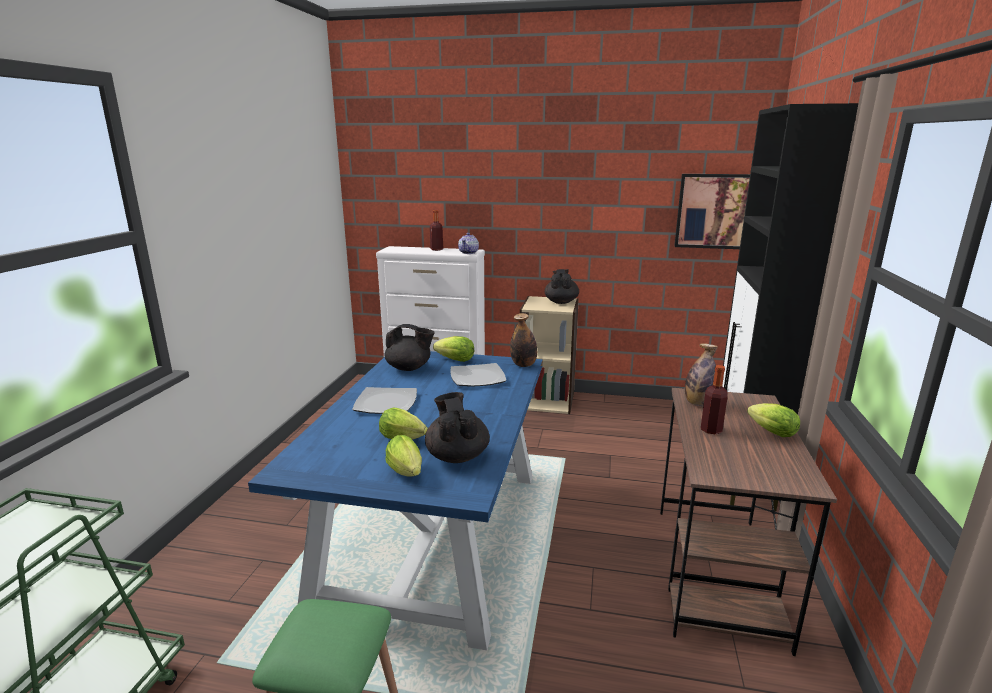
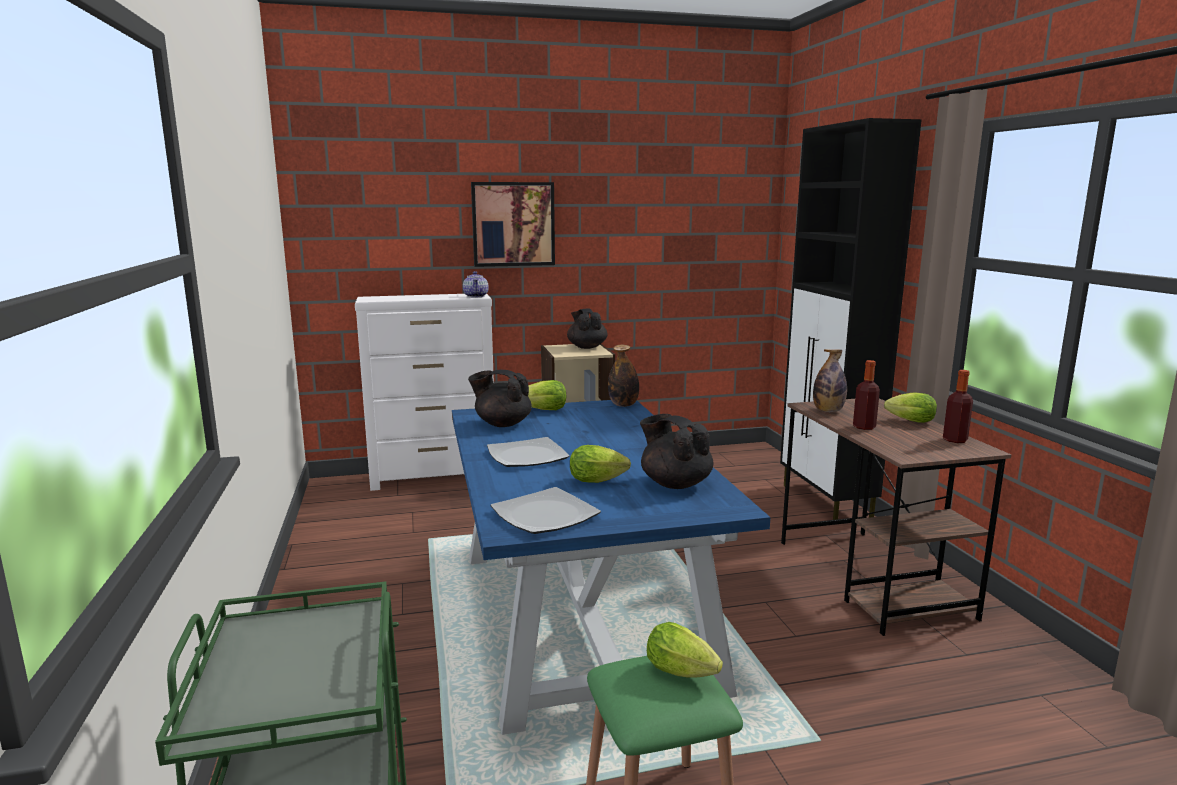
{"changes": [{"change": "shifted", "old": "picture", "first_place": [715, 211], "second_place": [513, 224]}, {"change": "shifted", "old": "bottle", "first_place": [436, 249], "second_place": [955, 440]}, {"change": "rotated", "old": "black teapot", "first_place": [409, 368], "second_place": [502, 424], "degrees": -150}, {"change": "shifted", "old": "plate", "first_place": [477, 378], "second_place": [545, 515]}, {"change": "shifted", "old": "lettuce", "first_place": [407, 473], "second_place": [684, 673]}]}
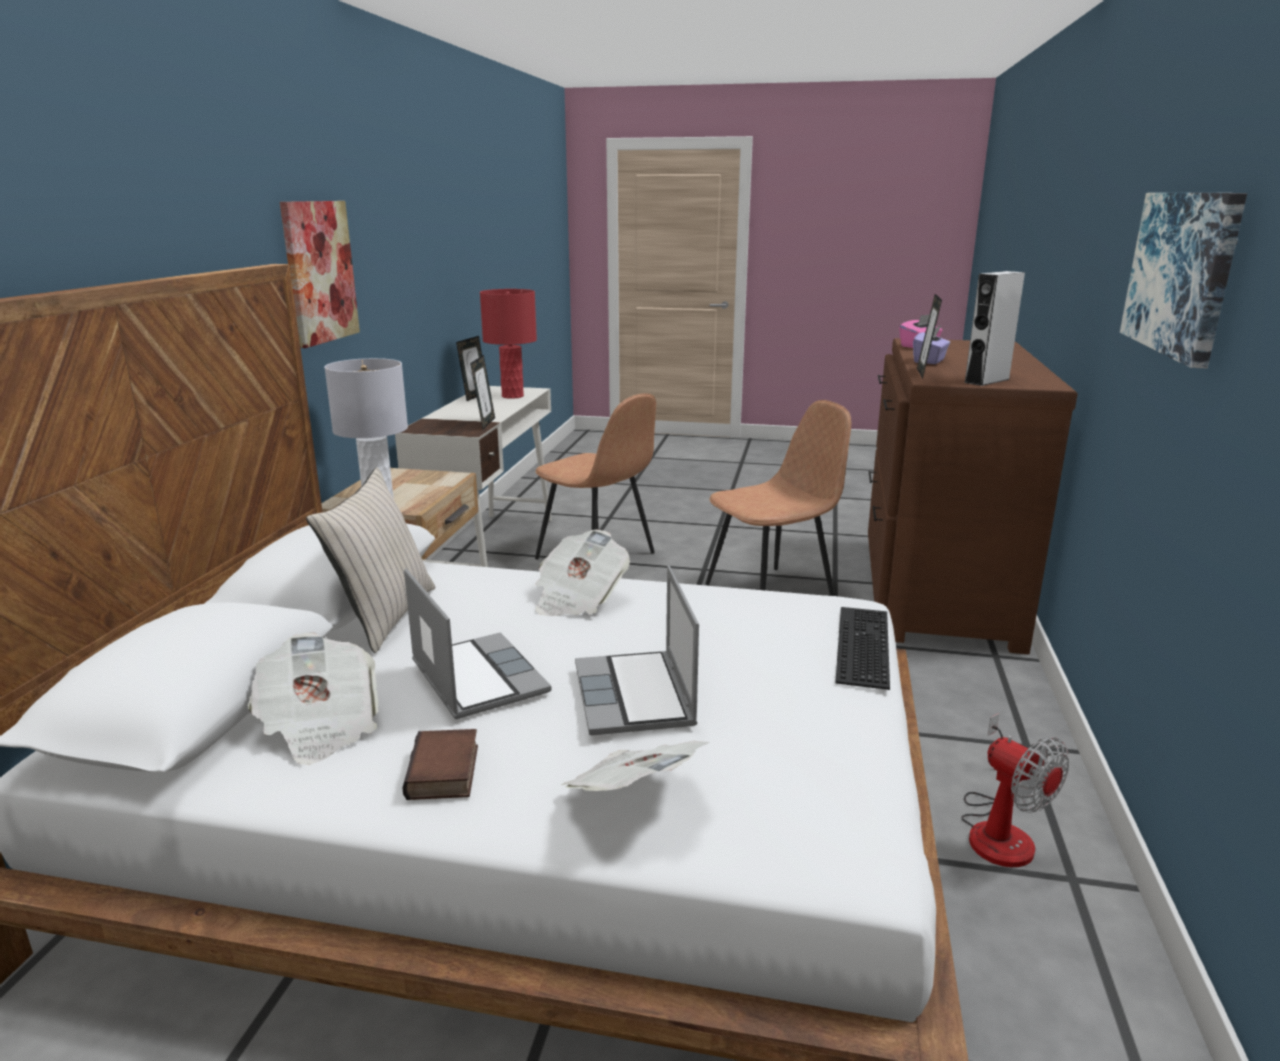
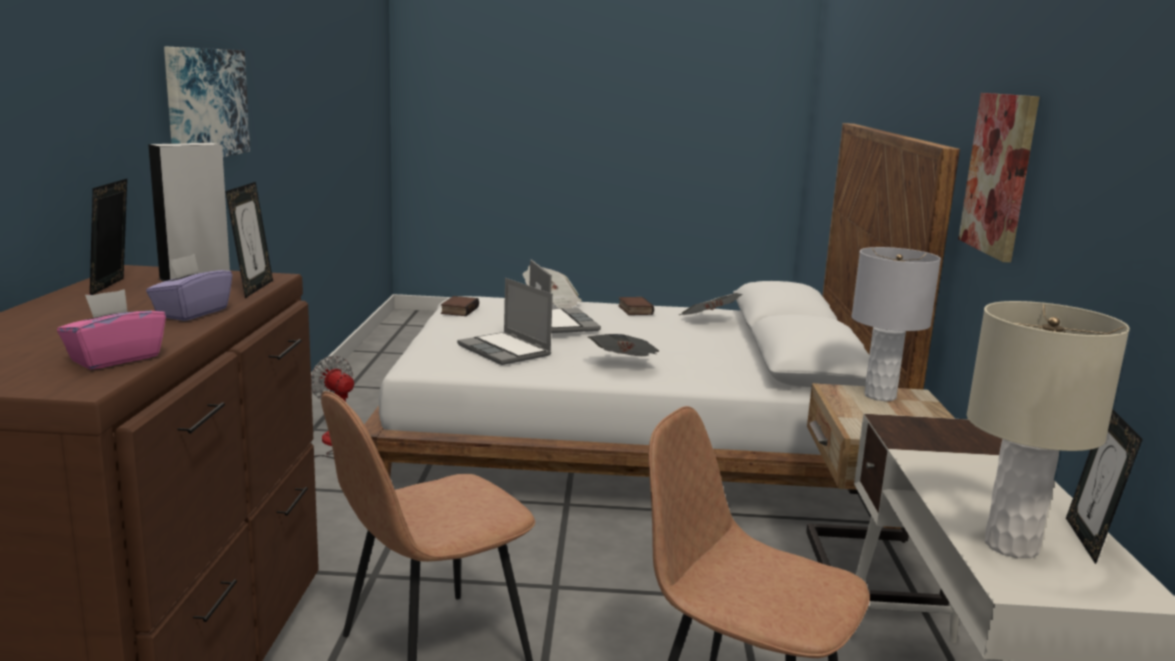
{"changes": [{"change": "repainted", "old": "red table lamp", "new": "beige table lamp", "first_place": [513, 396], "second_place": [1010, 546]}, {"change": "shifted", "old": "picture frame", "first_place": [485, 423], "second_place": [113, 287]}, {"change": "gone", "old": "beige pillow", "first_place": [383, 617]}, {"change": "shifted", "old": "laptop", "first_place": [476, 678], "second_place": [505, 351]}, {"change": "gone", "old": "keyboard", "first_place": [859, 644]}, {"change": "new", "new": "book", "second_place": [458, 310]}]}
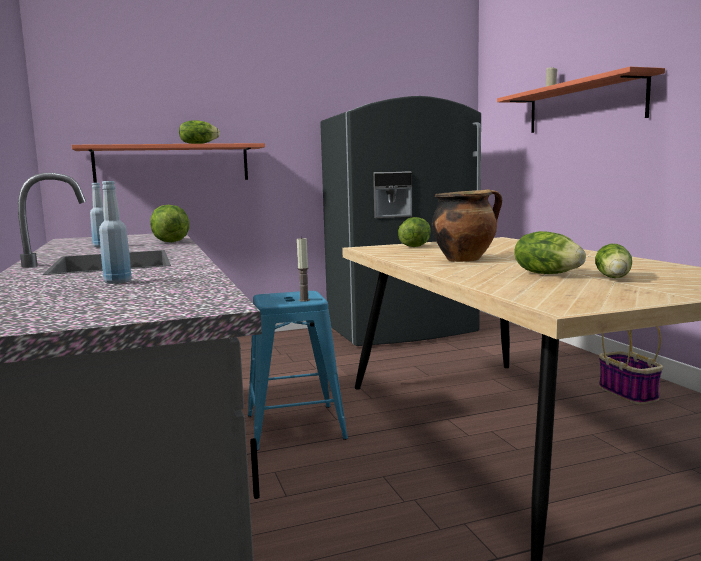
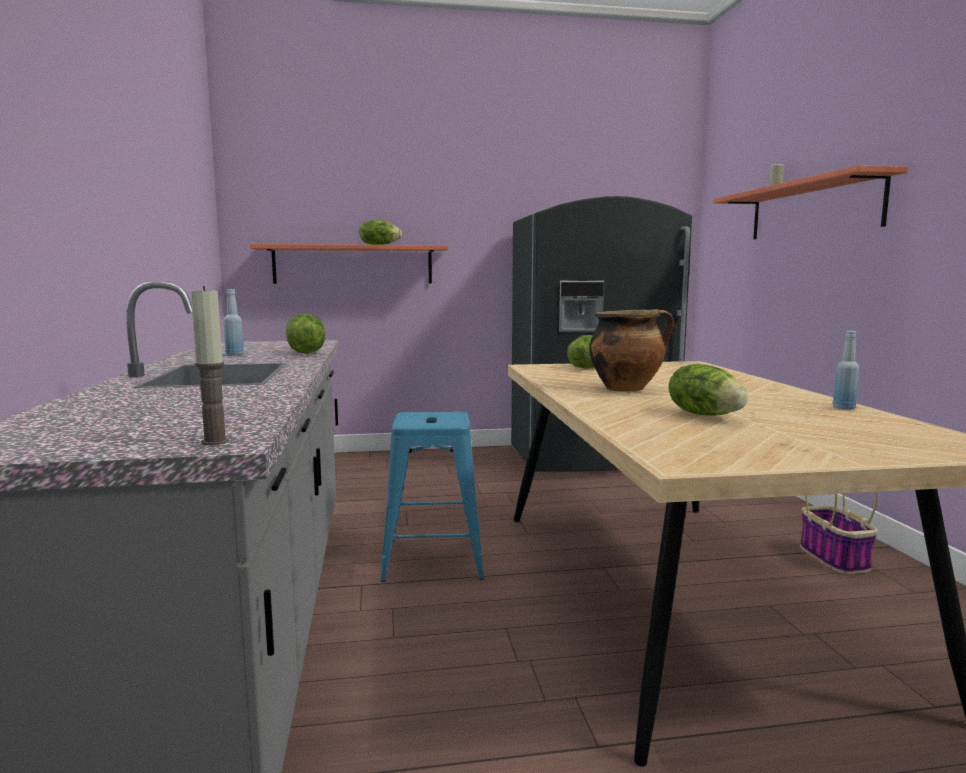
{"changes": [{"change": "shifted", "old": "blue bottle", "first_place": [117, 282], "second_place": [844, 408]}, {"change": "shifted", "old": "candle", "first_place": [304, 300], "second_place": [215, 442]}, {"change": "gone", "old": "lettuce", "first_place": [614, 278]}]}
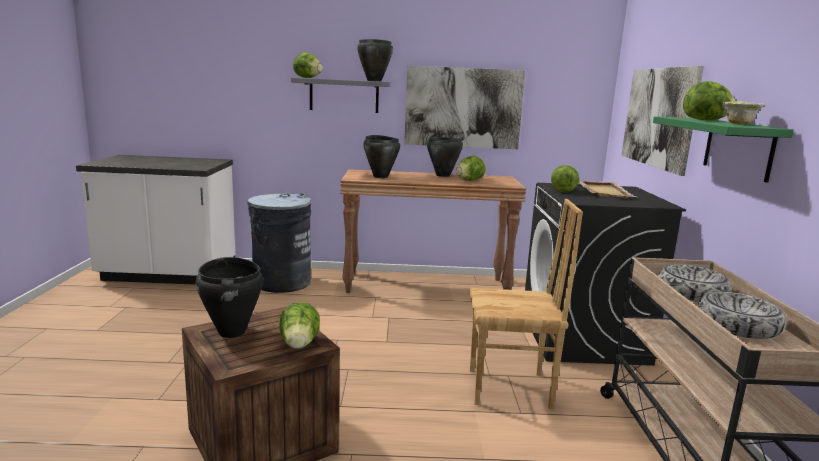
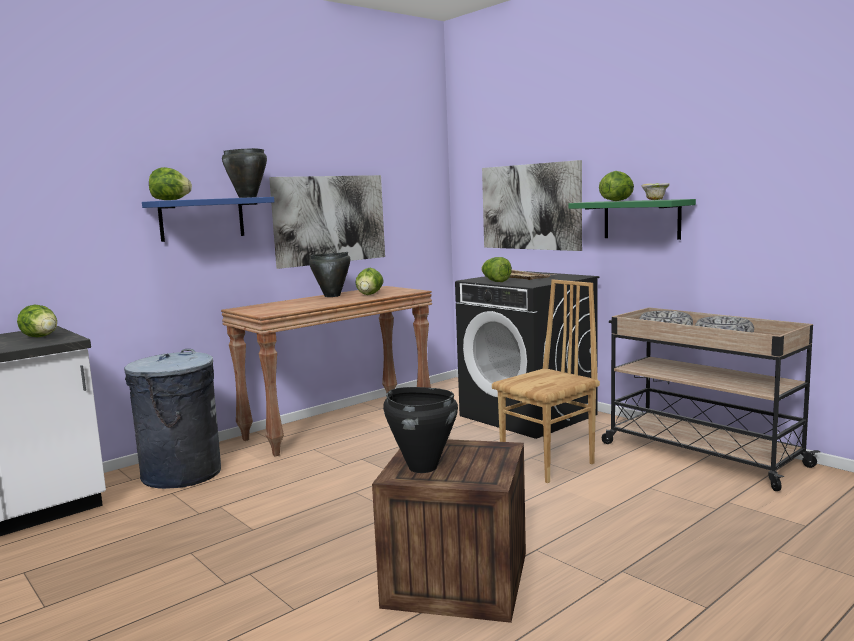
{"changes": [{"change": "repainted", "old": "grey shelf", "new": "blue shelf", "first_place": [344, 95], "second_place": [202, 219]}, {"change": "gone", "old": "black cooking pot", "first_place": [380, 176]}, {"change": "shifted", "old": "lettuce", "first_place": [299, 345], "second_place": [42, 337]}]}
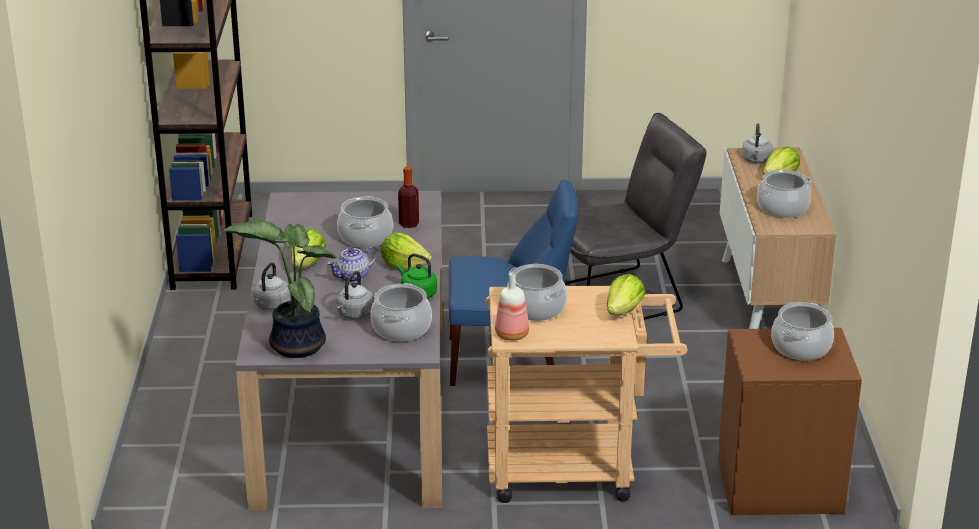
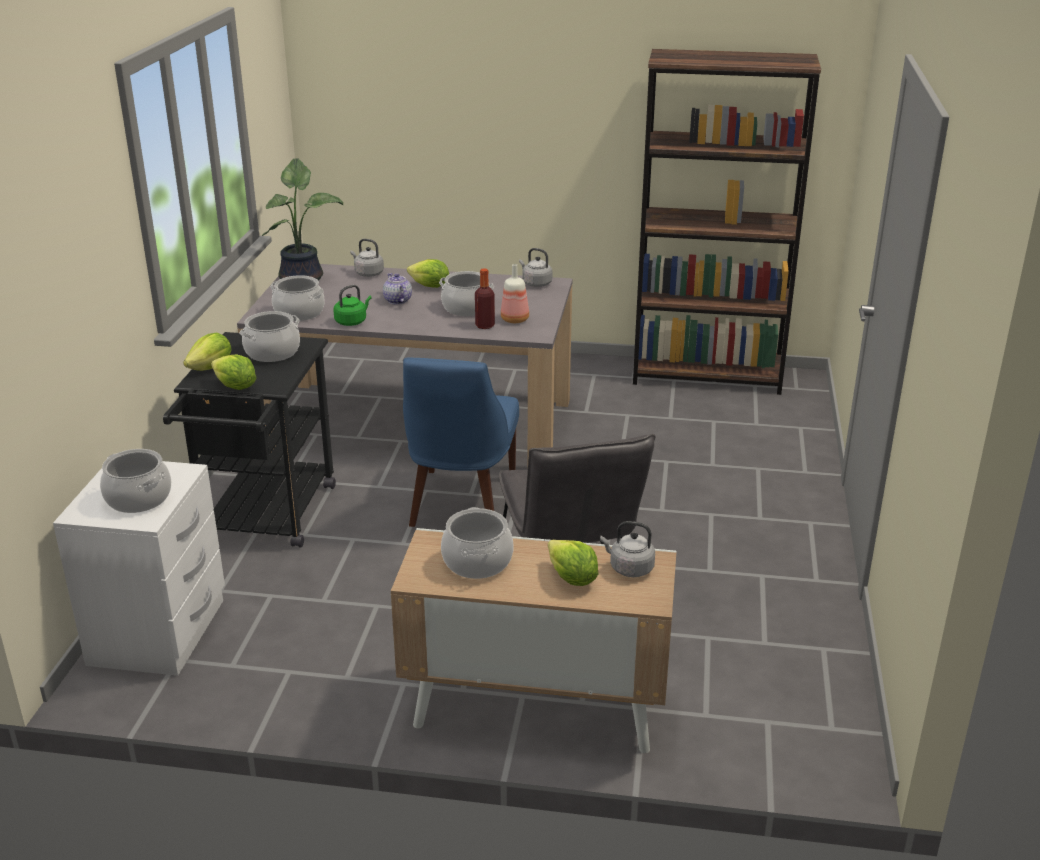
{"changes": [{"change": "shifted", "old": "lettuce", "first_place": [404, 266], "second_place": [211, 368]}, {"change": "shifted", "old": "grey kettle", "first_place": [354, 315], "second_place": [535, 283]}, {"change": "shifted", "old": "bottle", "first_place": [512, 334], "second_place": [515, 320]}, {"change": "repainted", "old": "beige cart", "new": "black cart", "first_place": [575, 468], "second_place": [265, 519]}, {"change": "repainted", "old": "brown nightstand", "new": "white nightstand", "first_place": [779, 485], "second_place": [160, 632]}]}
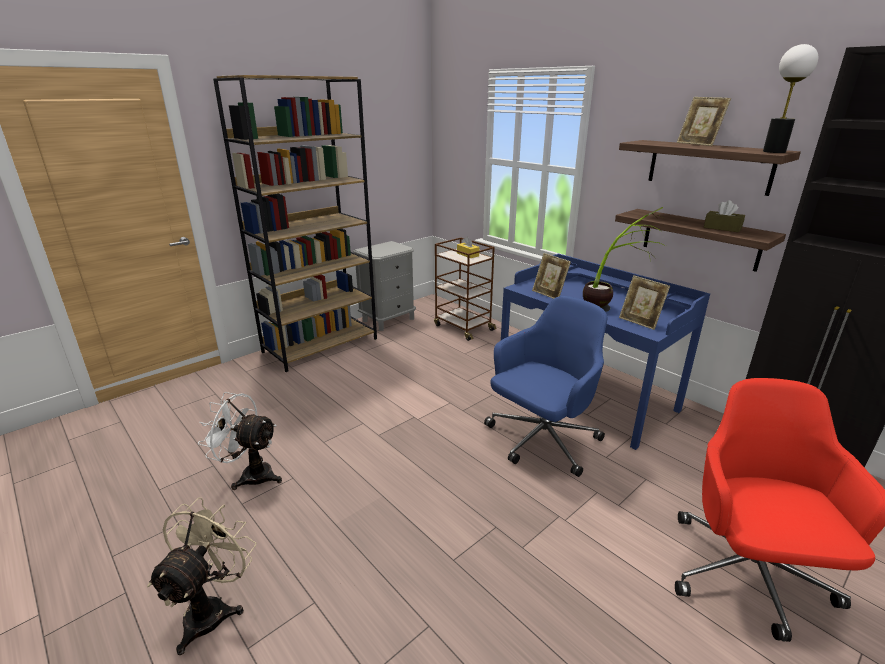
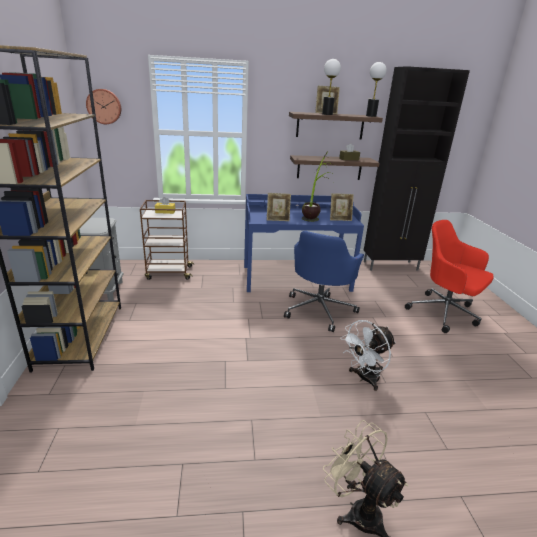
{"changes": [{"change": "rotated", "old": "blue office chair", "first_place": [541, 440], "second_place": [319, 309], "degrees": -150}, {"change": "shifted", "old": "white fan", "first_place": [250, 474], "second_place": [364, 379]}, {"change": "new", "new": "table lamp", "second_place": [327, 114]}, {"change": "new", "new": "wall clock", "second_place": [104, 106]}]}
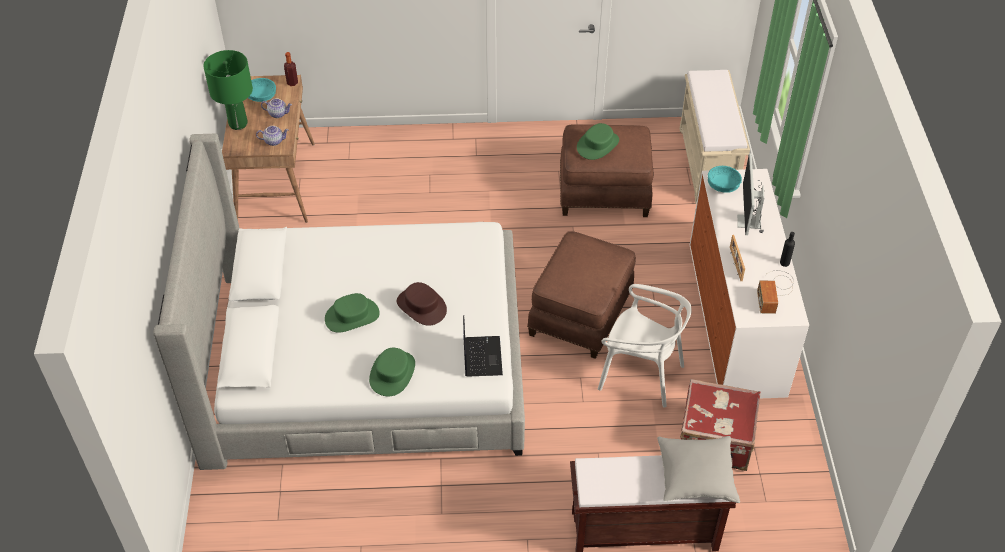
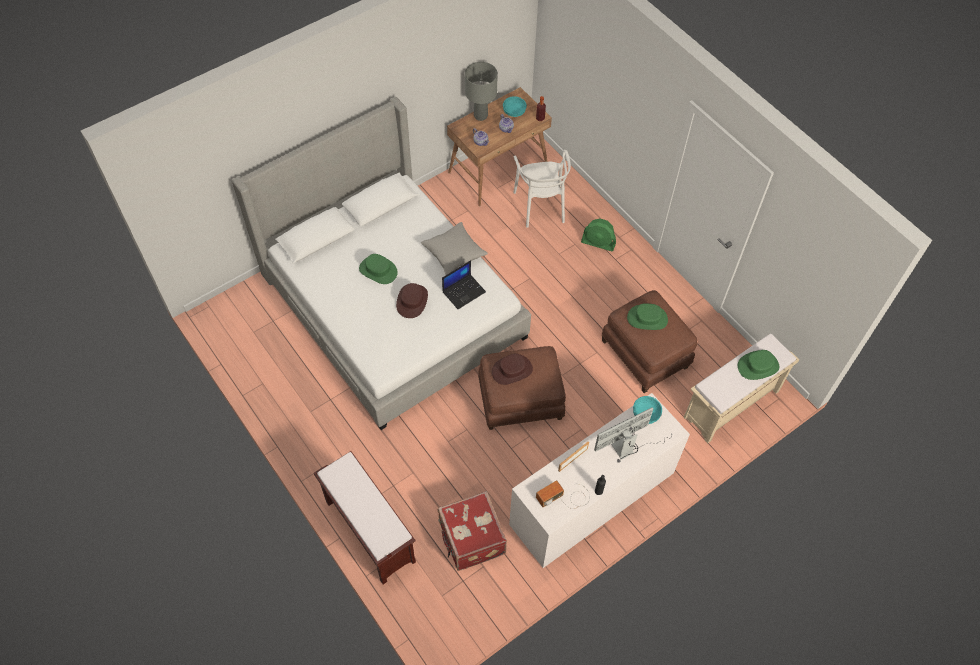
{"changes": [{"change": "repainted", "old": "green table lamp", "new": "grey table lamp", "first_place": [238, 124], "second_place": [481, 116]}, {"change": "shifted", "old": "white chair", "first_place": [640, 374], "second_place": [540, 206]}, {"change": "shifted", "old": "laptop", "first_place": [481, 356], "second_place": [464, 291]}, {"change": "shifted", "old": "green hat", "first_place": [392, 373], "second_place": [758, 366]}, {"change": "shifted", "old": "grey pillow", "first_place": [696, 476], "second_place": [454, 253]}, {"change": "new", "new": "green fan", "second_place": [598, 243]}, {"change": "new", "new": "brown hat", "second_place": [512, 370]}]}
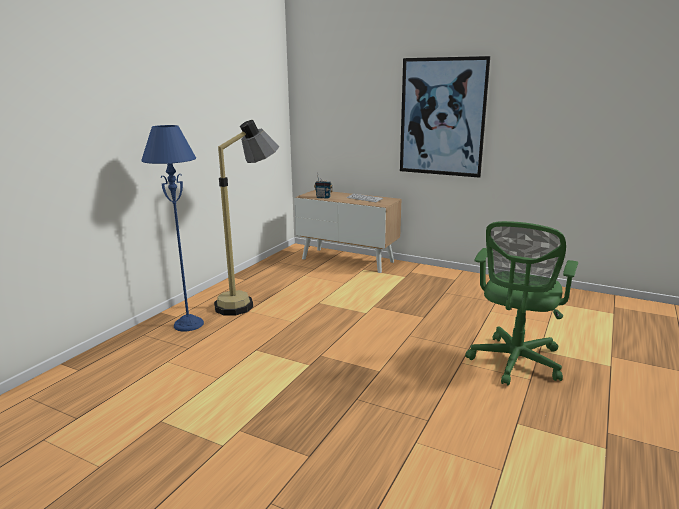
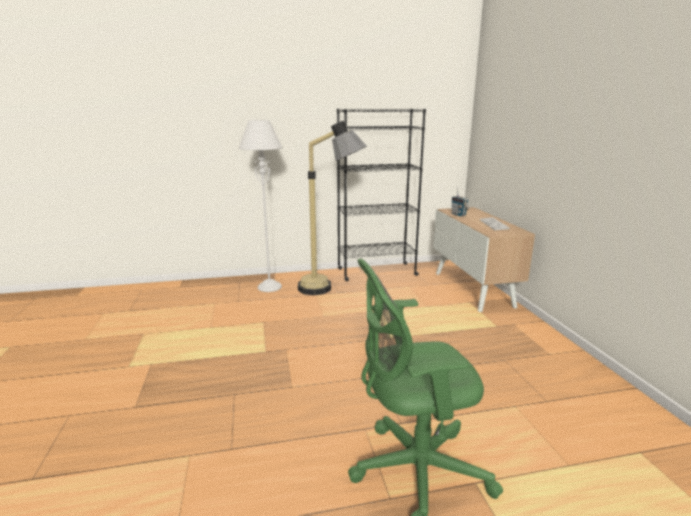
{"changes": [{"change": "gone", "old": "picture", "first_place": [442, 117]}, {"change": "repainted", "old": "blue floor lamp", "new": "grey floor lamp", "first_place": [188, 324], "second_place": [269, 287]}, {"change": "new", "new": "black bookcase", "second_place": [376, 272]}]}
